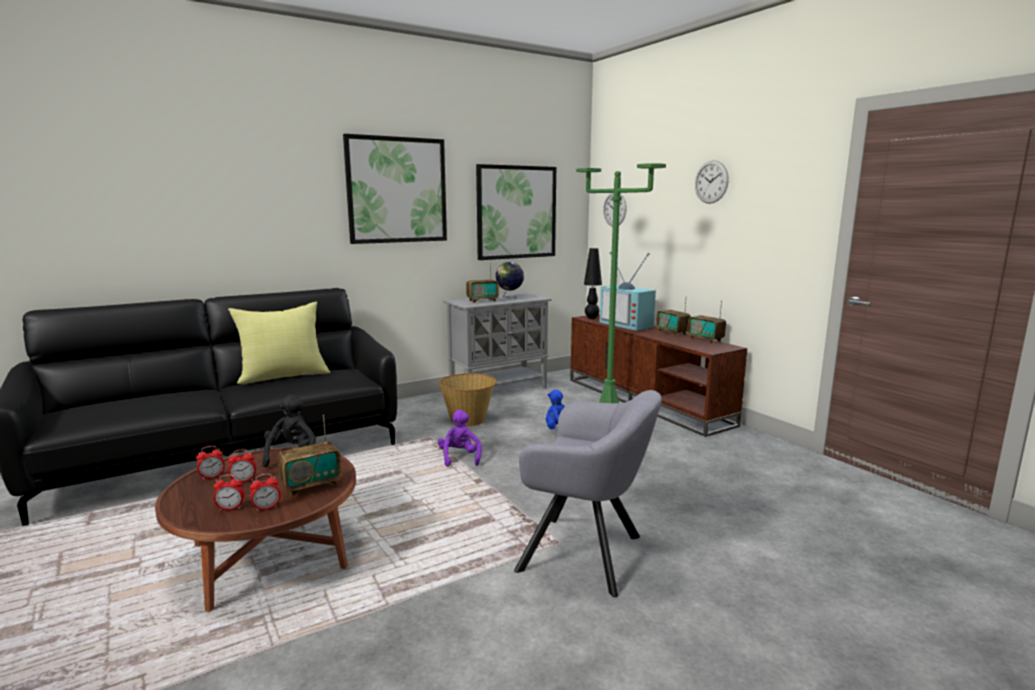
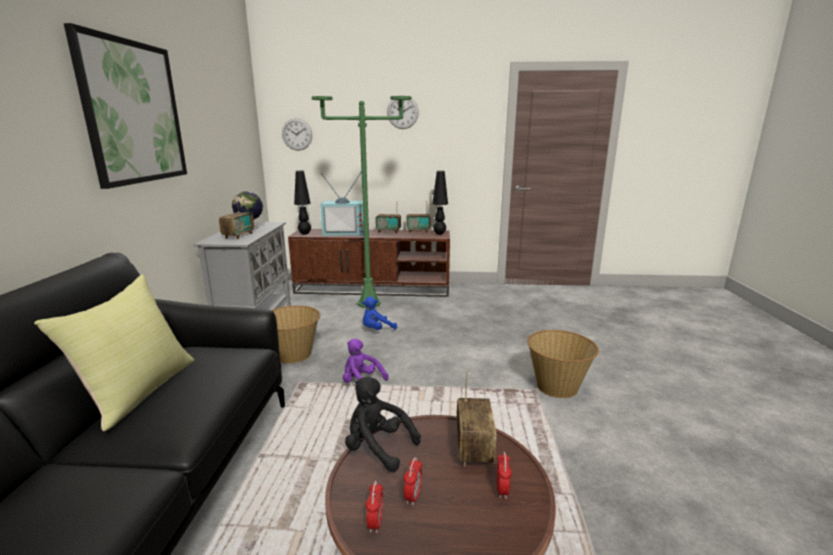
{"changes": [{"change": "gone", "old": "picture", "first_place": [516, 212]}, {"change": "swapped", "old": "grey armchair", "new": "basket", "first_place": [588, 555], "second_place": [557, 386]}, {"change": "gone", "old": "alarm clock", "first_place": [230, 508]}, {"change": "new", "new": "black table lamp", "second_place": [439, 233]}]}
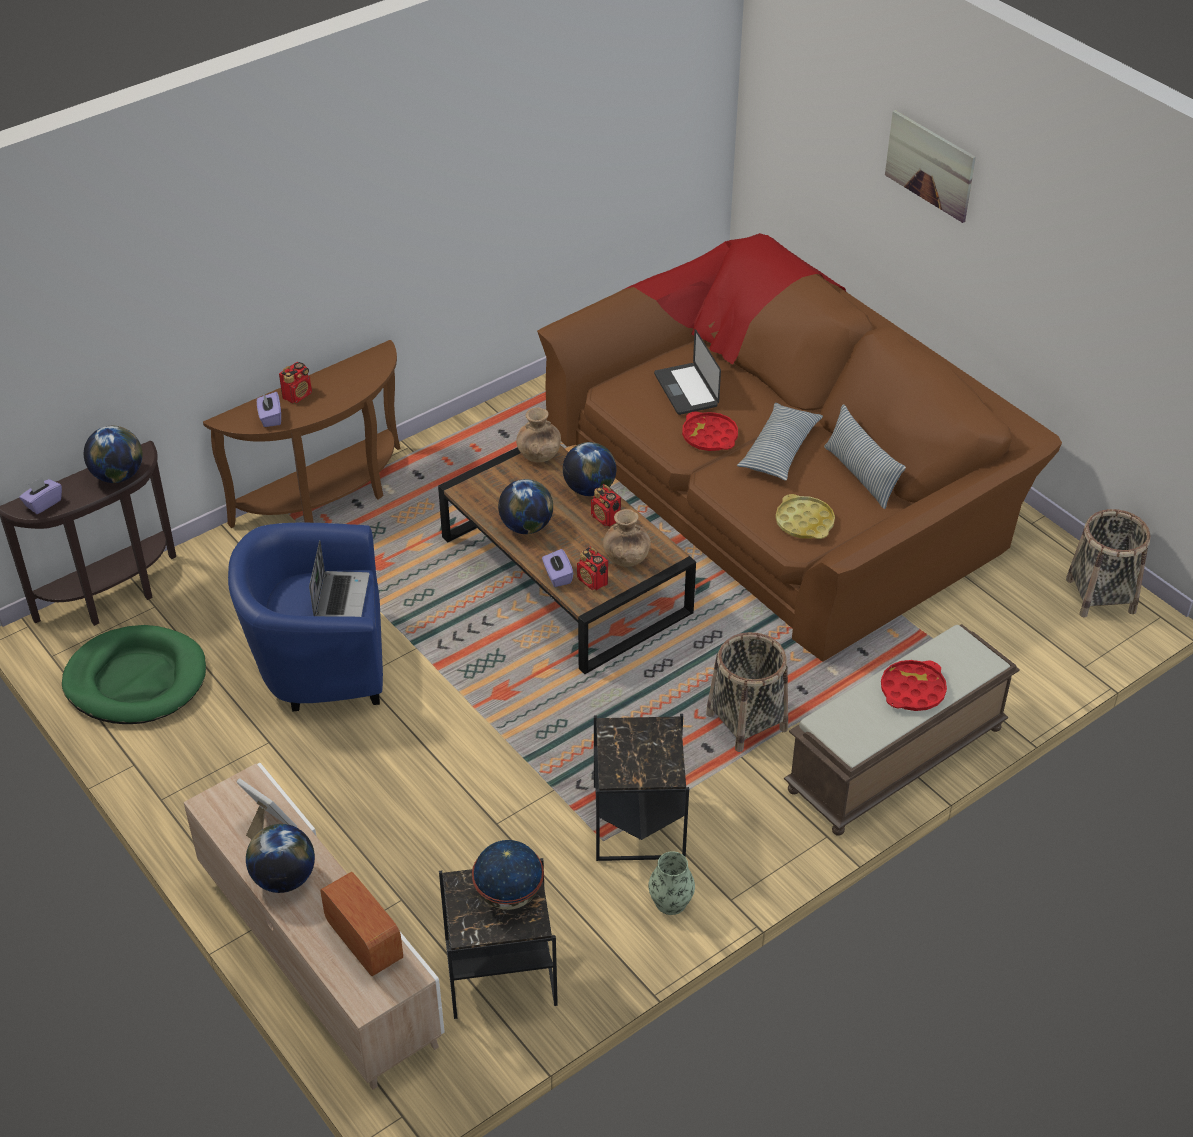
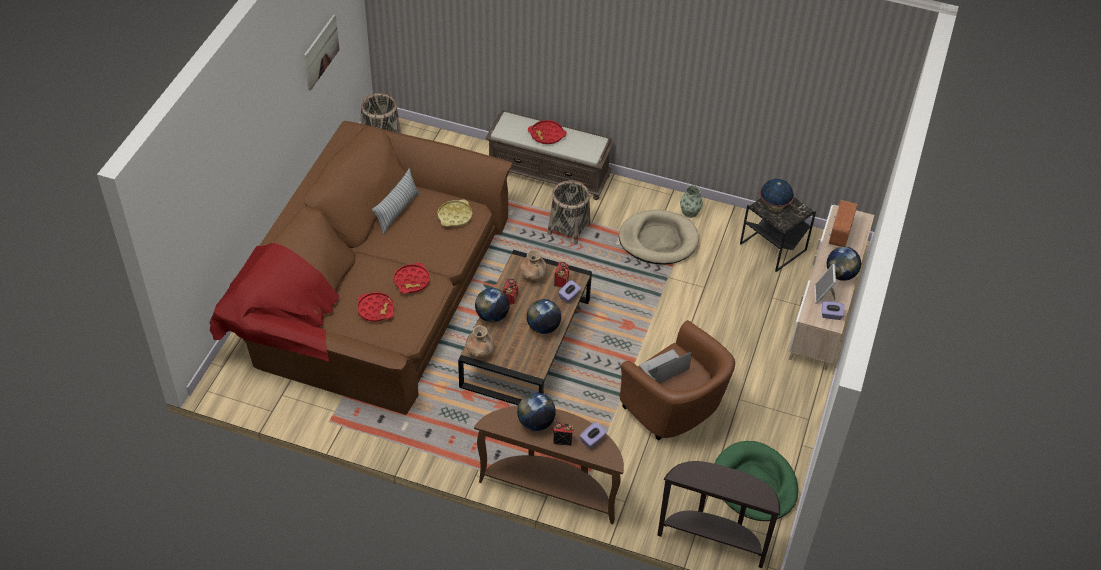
{"changes": [{"change": "shifted", "old": "picture", "first_place": [930, 165], "second_place": [321, 51]}, {"change": "swapped", "old": "laptop", "new": "red tray", "first_place": [686, 390], "second_place": [376, 309]}, {"change": "gone", "old": "pillow", "first_place": [779, 450]}, {"change": "shifted", "old": "globe", "first_place": [118, 476], "second_place": [536, 422]}, {"change": "shifted", "old": "purple tissue box", "first_place": [43, 503], "second_place": [831, 315]}, {"change": "repainted", "old": "blue armchair", "new": "brown armchair", "first_place": [318, 663], "second_place": [674, 411]}, {"change": "swapped", "old": "black side table", "new": "beige dog bed", "first_place": [639, 821], "second_place": [658, 240]}]}
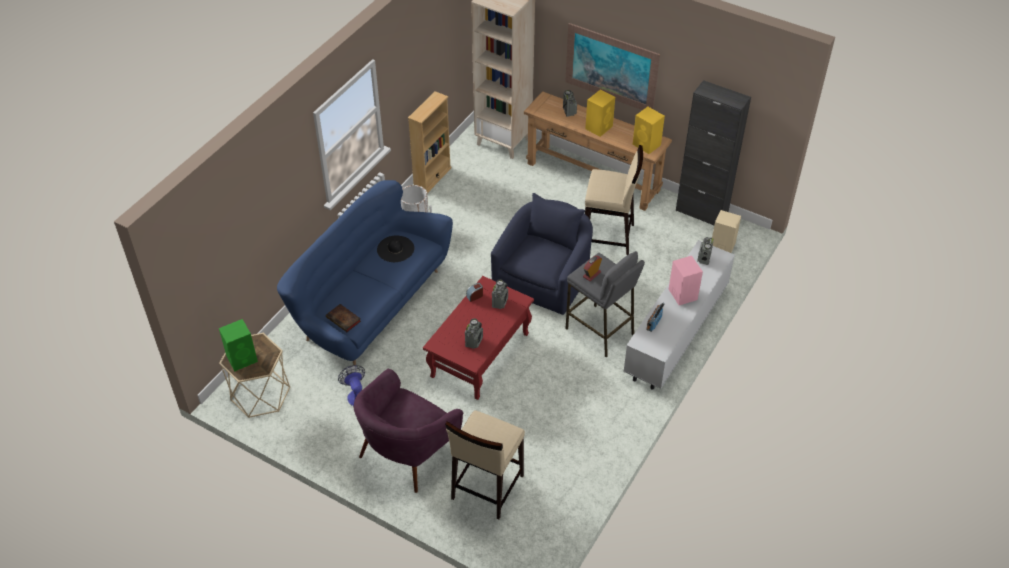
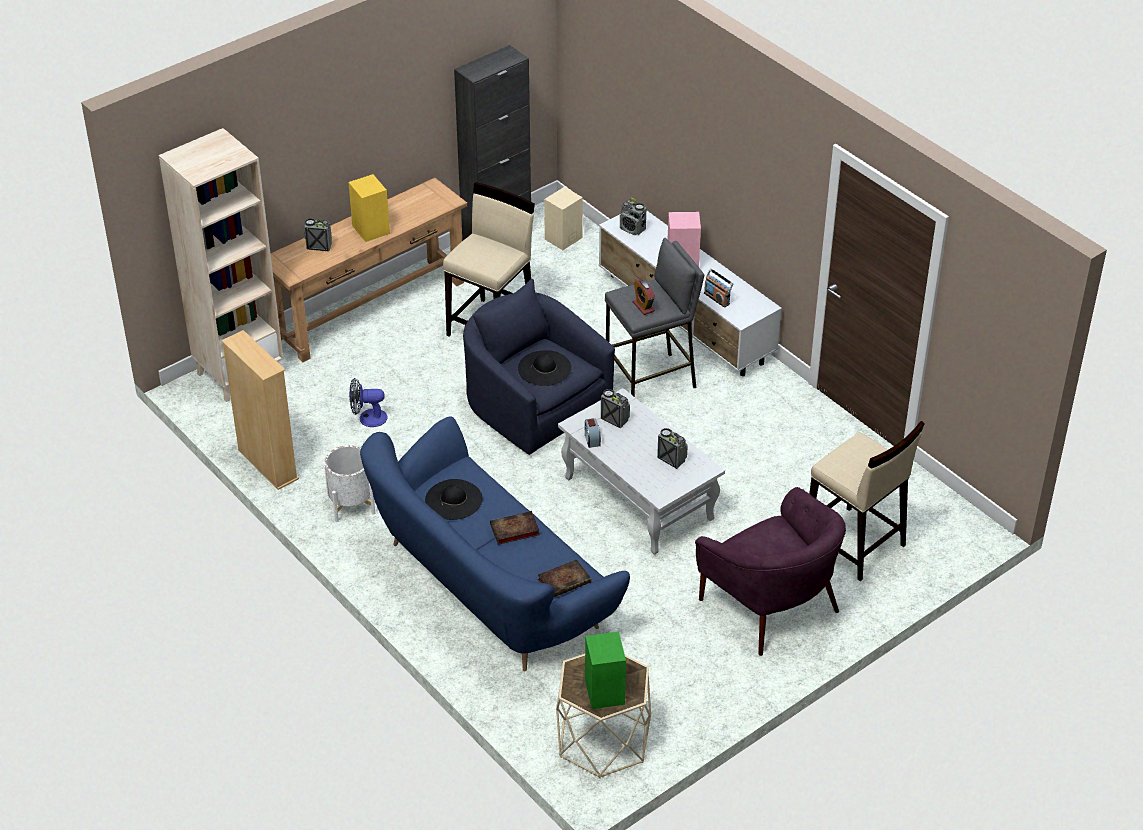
{"changes": [{"change": "gone", "old": "picture", "first_place": [611, 68]}, {"change": "gone", "old": "yellow speaker", "first_place": [647, 145]}, {"change": "repainted", "old": "red coffee table", "new": "white coffee table", "first_place": [480, 354], "second_place": [638, 498]}, {"change": "shifted", "old": "fan", "first_place": [356, 395], "second_place": [367, 418]}, {"change": "new", "new": "black hat", "second_place": [544, 368]}, {"change": "new", "new": "book", "second_place": [513, 530]}]}
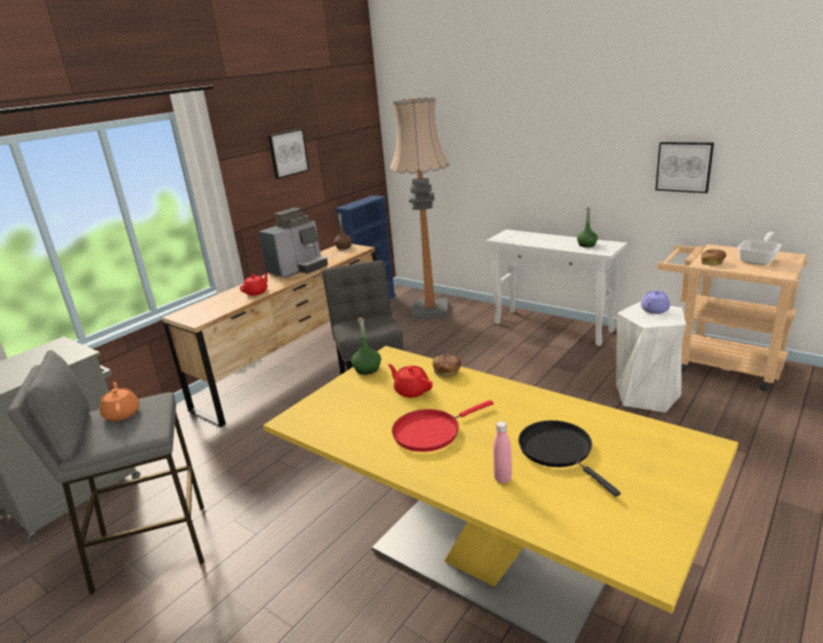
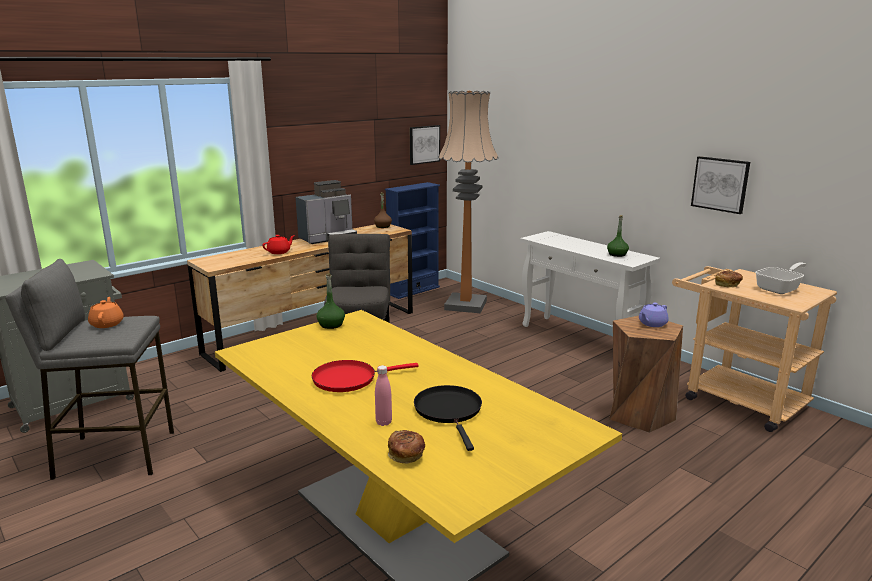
{"changes": [{"change": "shifted", "old": "picture", "first_place": [287, 153], "second_place": [424, 144]}, {"change": "repainted", "old": "white stool", "new": "brown stool", "first_place": [646, 395], "second_place": [639, 414]}, {"change": "shifted", "old": "bread", "first_place": [447, 372], "second_place": [406, 456]}, {"change": "gone", "old": "red teapot", "first_place": [411, 391]}]}
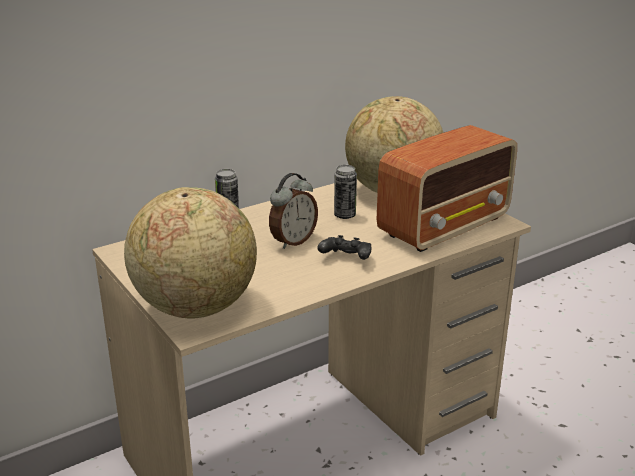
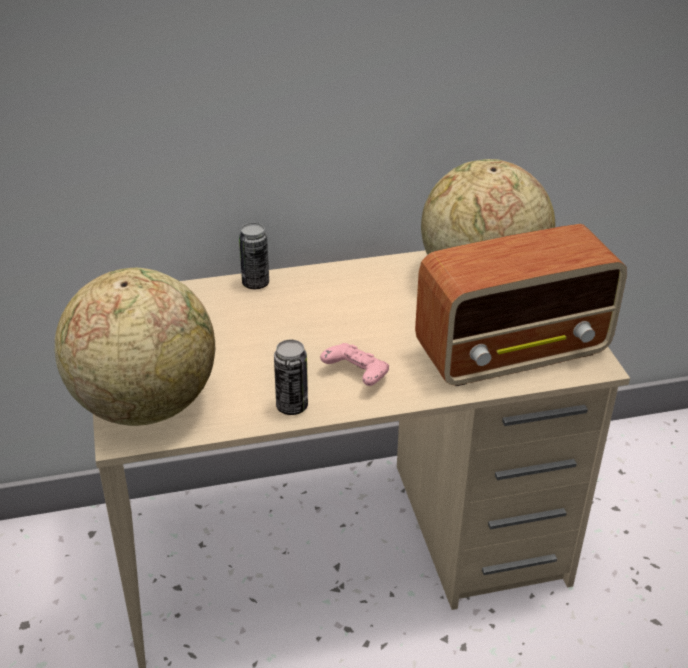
{"changes": [{"change": "shifted", "old": "can", "first_place": [345, 215], "second_place": [292, 406]}, {"change": "gone", "old": "alarm clock", "first_place": [292, 241]}, {"change": "repainted", "old": "black game controller", "new": "pink game controller", "first_place": [346, 259], "second_place": [356, 375]}]}
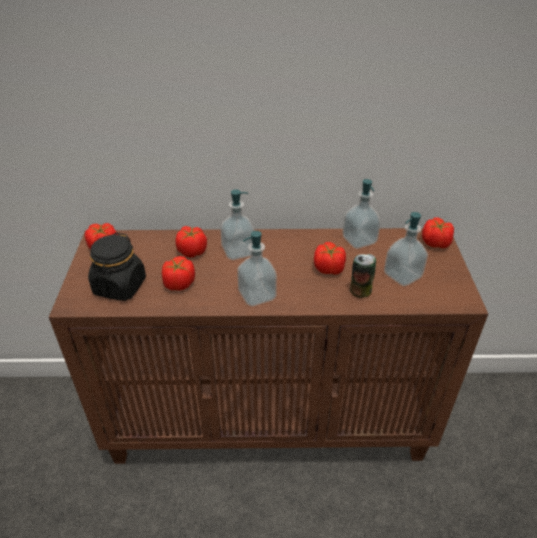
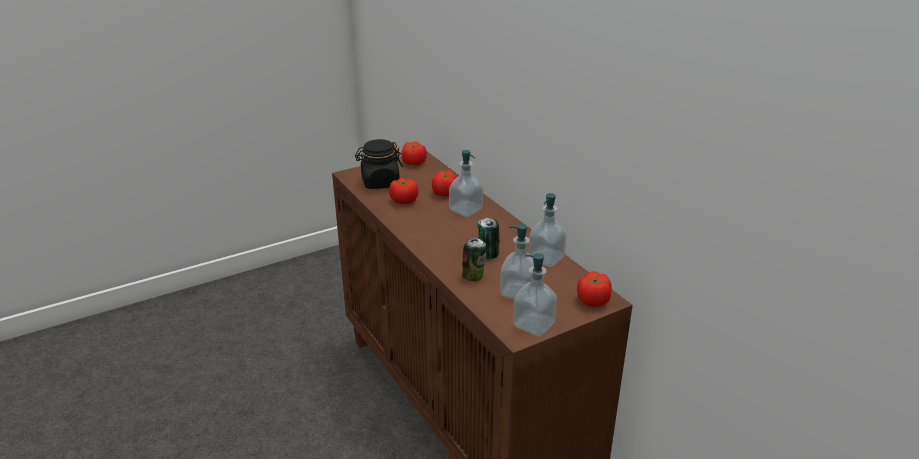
{"changes": [{"change": "shifted", "old": "soap dispenser", "first_place": [257, 295], "second_place": [534, 325]}, {"change": "swapped", "old": "tomato", "new": "can", "first_place": [329, 269], "second_place": [487, 254]}]}
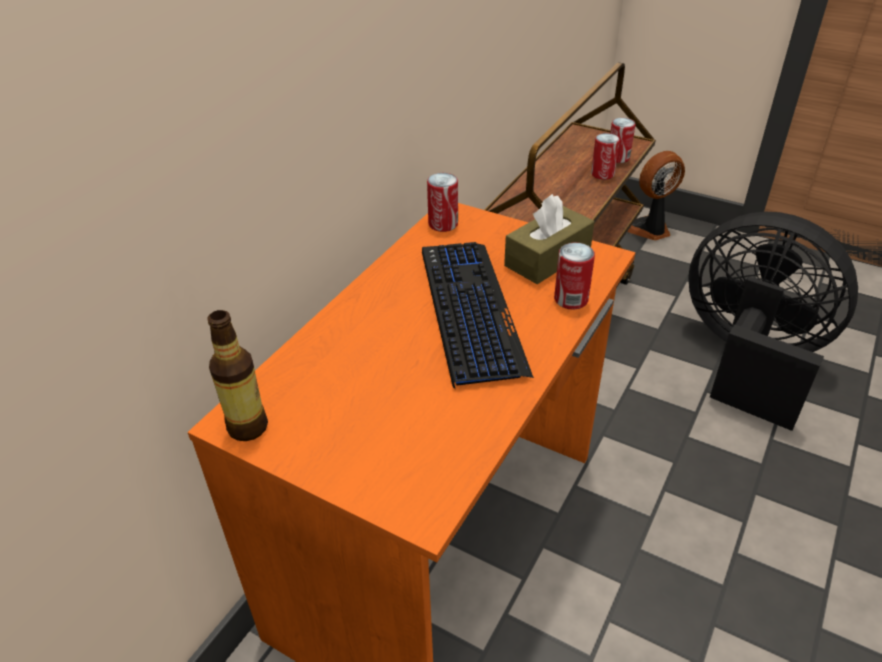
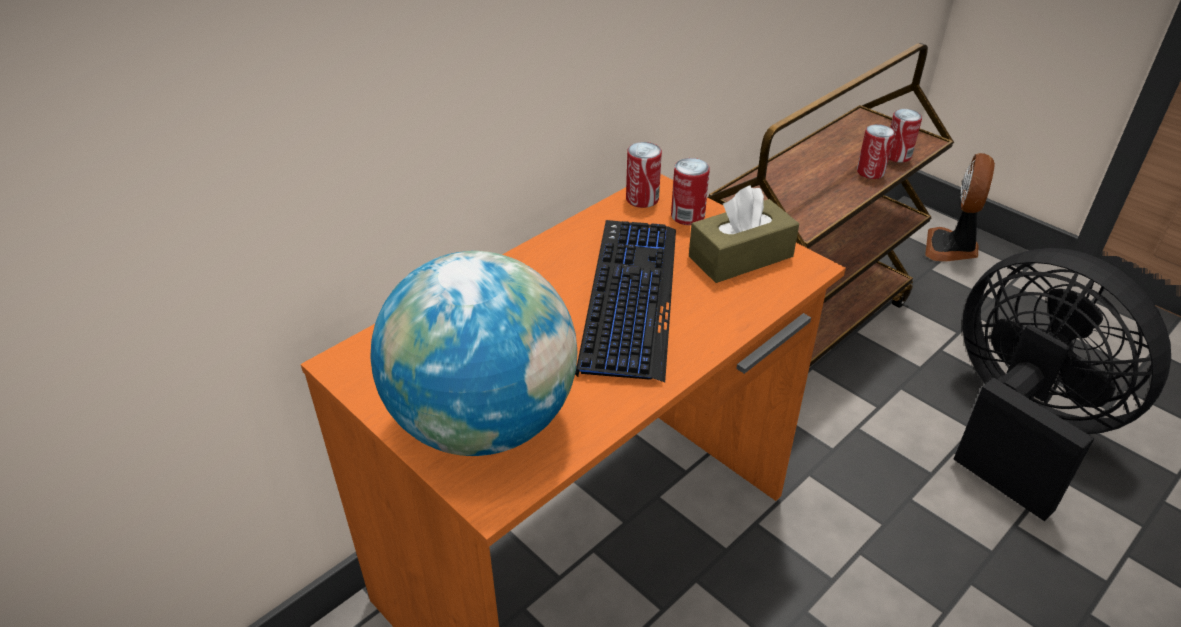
{"changes": [{"change": "rotated", "old": "fan", "first_place": [649, 229], "second_place": [952, 247], "degrees": -60}, {"change": "shifted", "old": "can", "first_place": [571, 299], "second_place": [687, 216]}, {"change": "gone", "old": "bottle", "first_place": [248, 427]}, {"change": "new", "new": "globe", "second_place": [484, 422]}]}
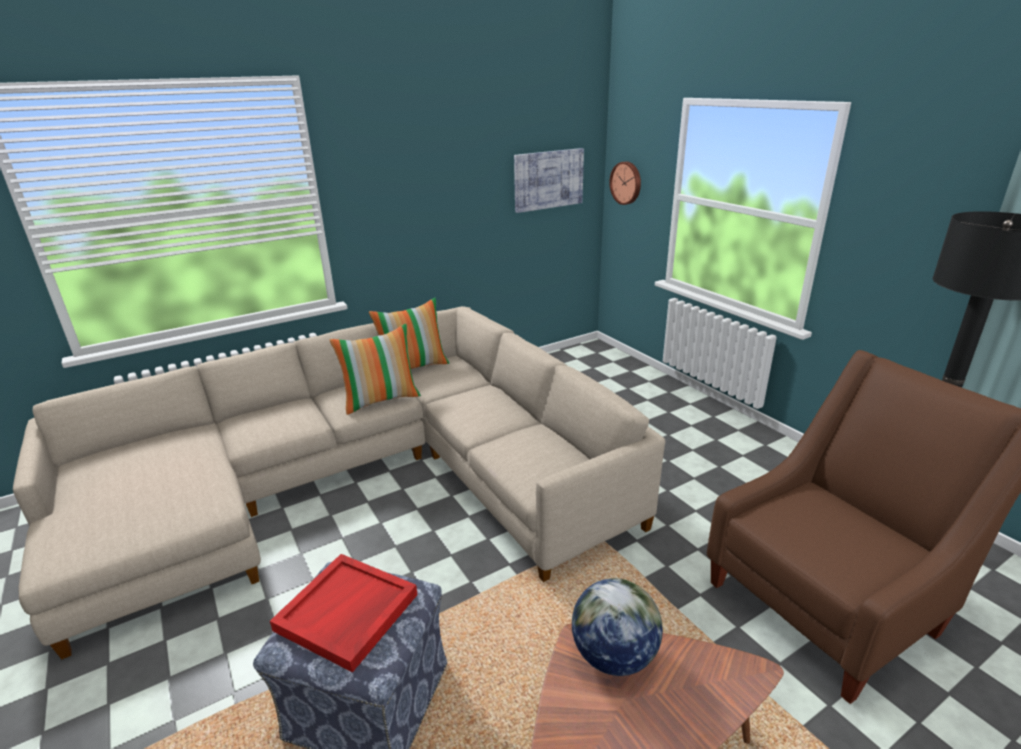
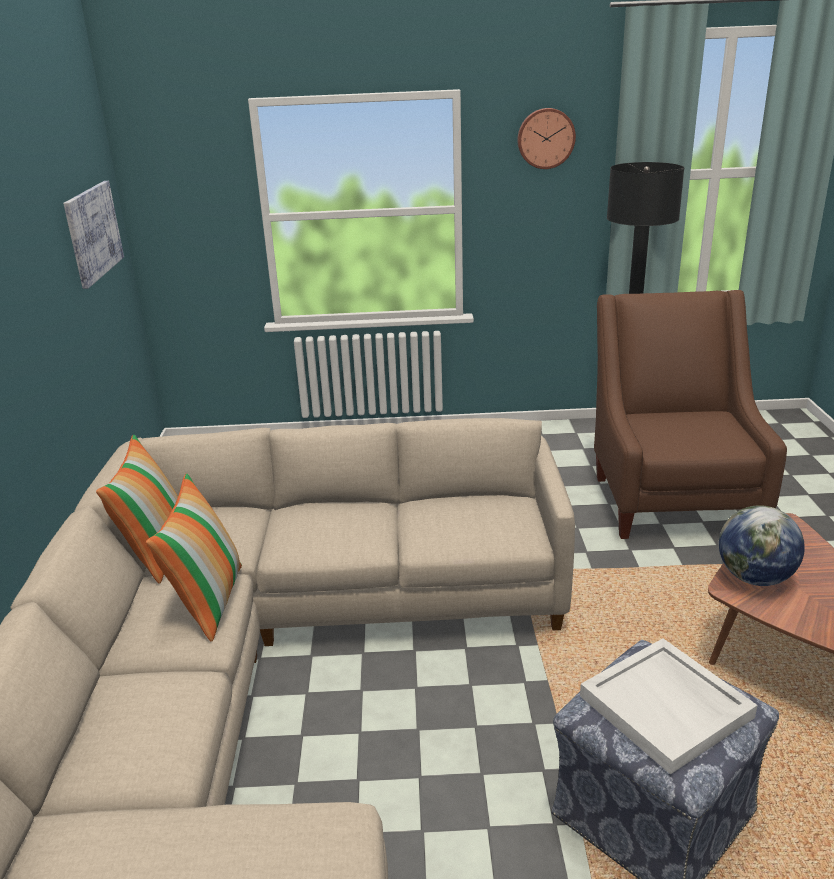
{"changes": [{"change": "shifted", "old": "wall clock", "first_place": [626, 183], "second_place": [545, 138]}, {"change": "repainted", "old": "red tray", "new": "white tray", "first_place": [347, 613], "second_place": [667, 707]}]}
